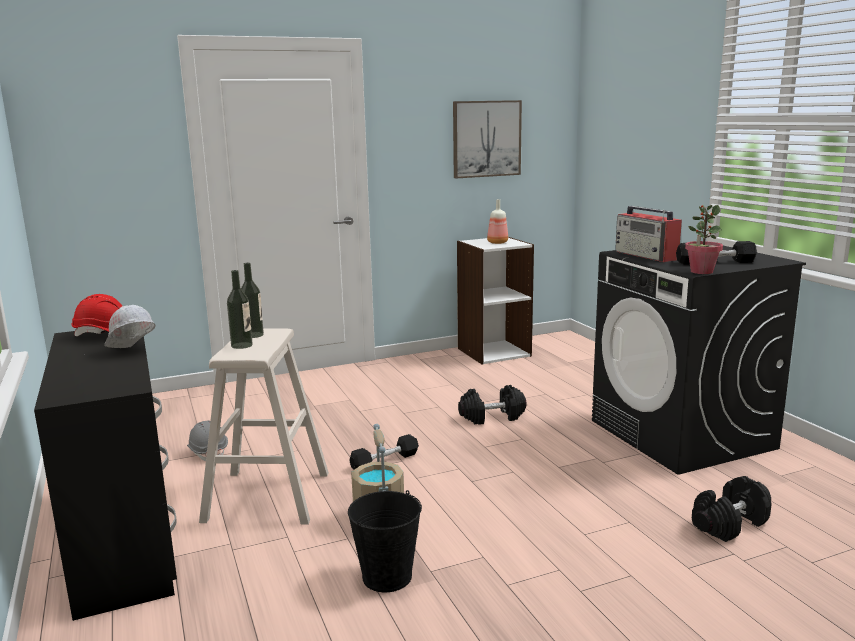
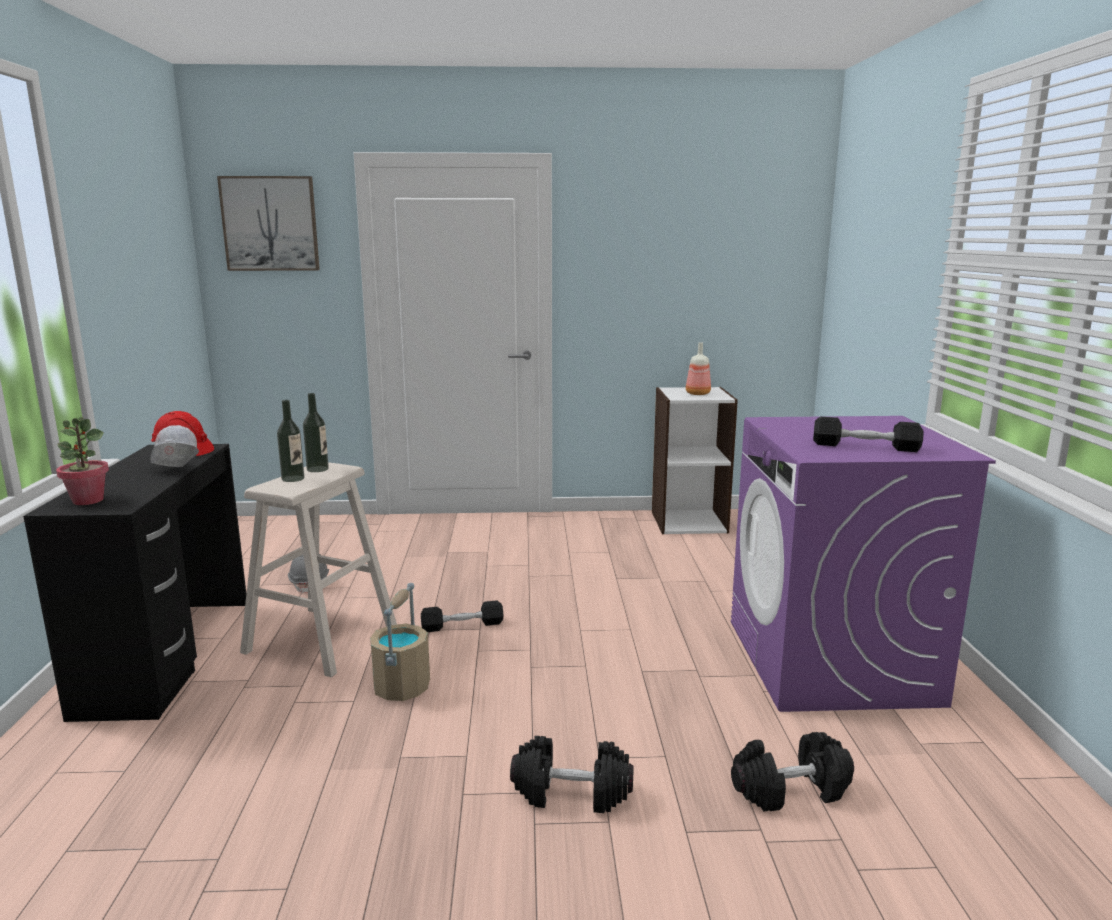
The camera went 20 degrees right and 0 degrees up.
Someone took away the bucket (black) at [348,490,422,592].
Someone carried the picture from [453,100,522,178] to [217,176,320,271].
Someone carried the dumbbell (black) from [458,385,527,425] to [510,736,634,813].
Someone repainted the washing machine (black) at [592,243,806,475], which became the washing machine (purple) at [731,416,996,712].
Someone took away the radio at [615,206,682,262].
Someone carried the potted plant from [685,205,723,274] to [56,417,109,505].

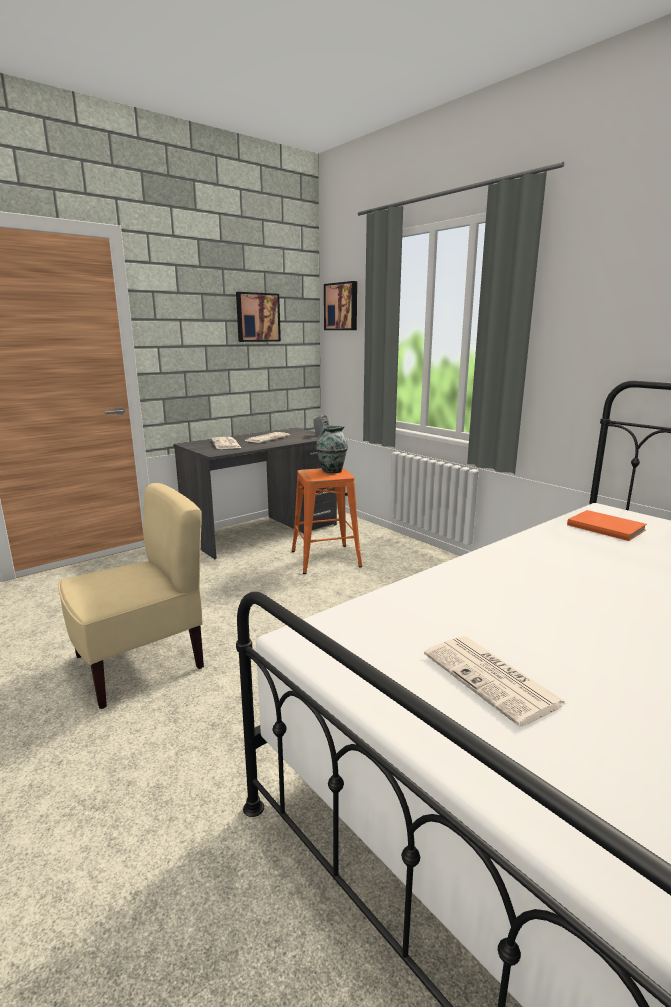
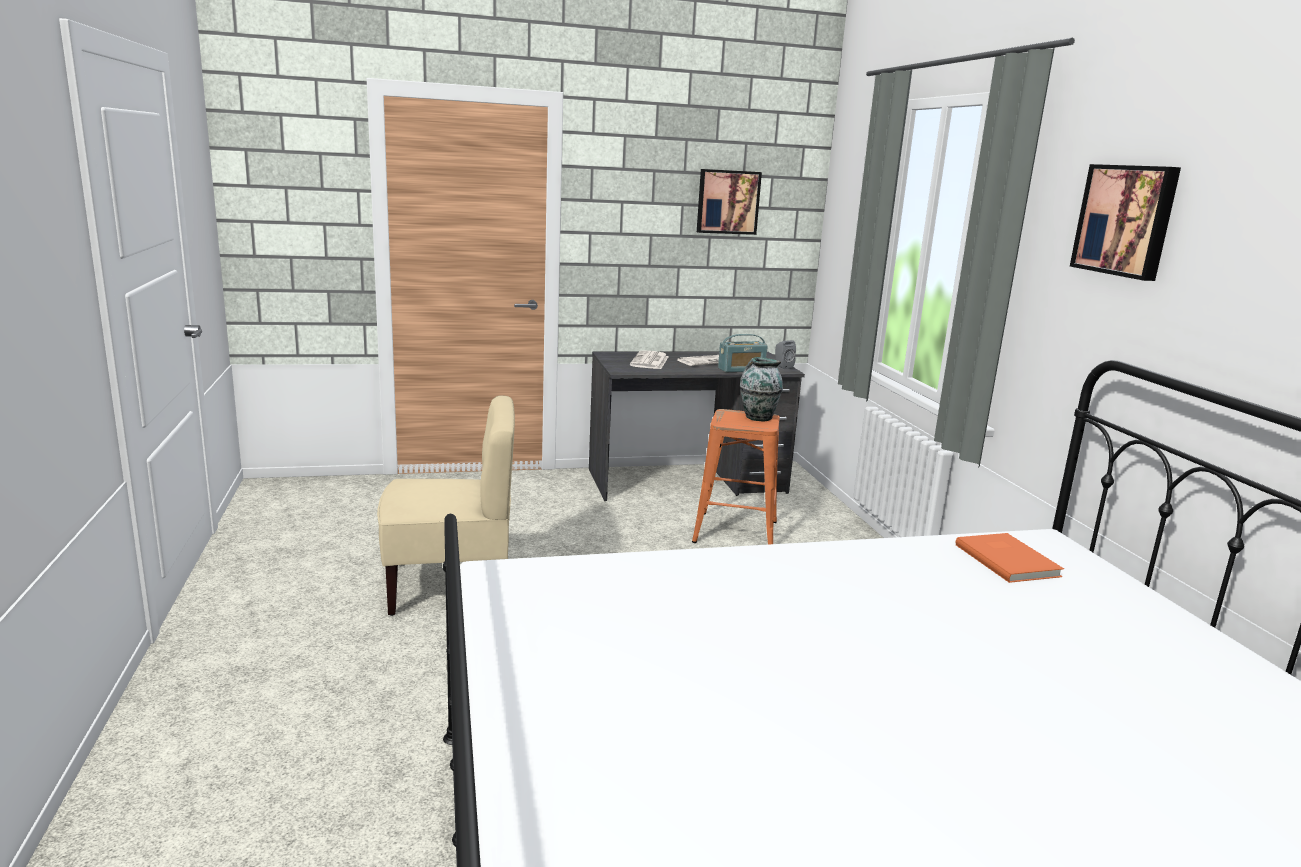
The camera went 25 degrees right and 0 degrees up.
Someone carried the picture from [324,281,357,330] to [1070,164,1181,281].
Someone took away the newspaper at [424,636,567,727].
Someone put down the radio at [718,334,768,372].

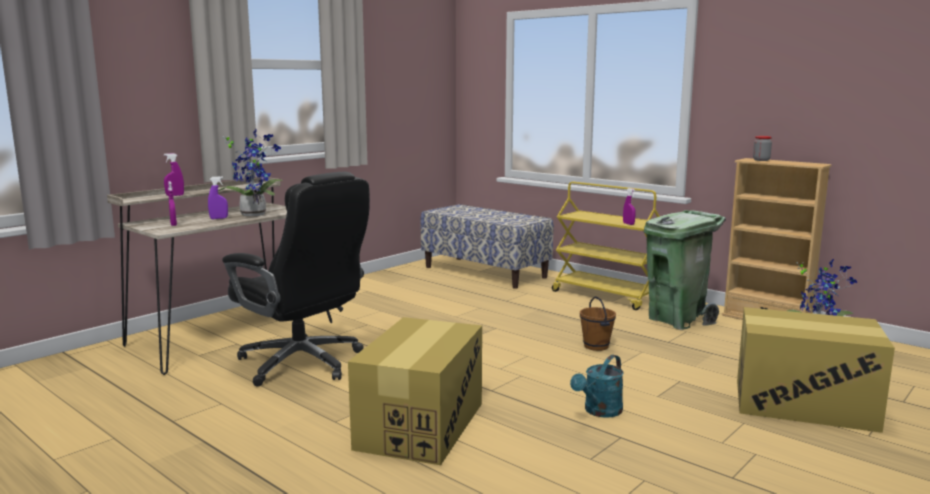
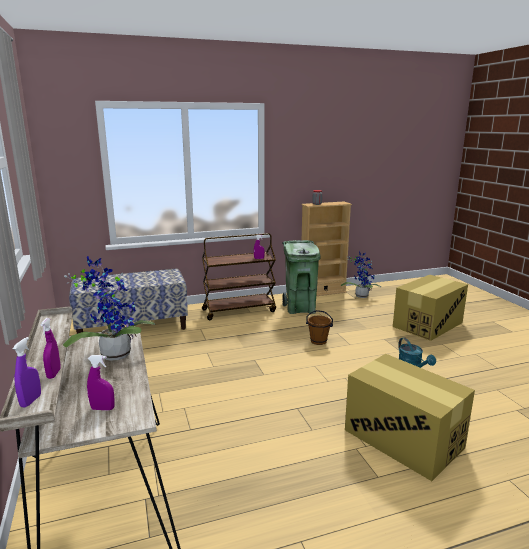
The camera went 60 degrees left and 5 degrees up.
Someone carried the spray bottle (purple) from [208,176,228,219] to [13,337,41,408].
Someone took away the office chair (black) at [222,172,370,387].
Someone repainted the cart (yellow) at [552,182,660,310], which became the cart (brown) at [202,233,276,320].

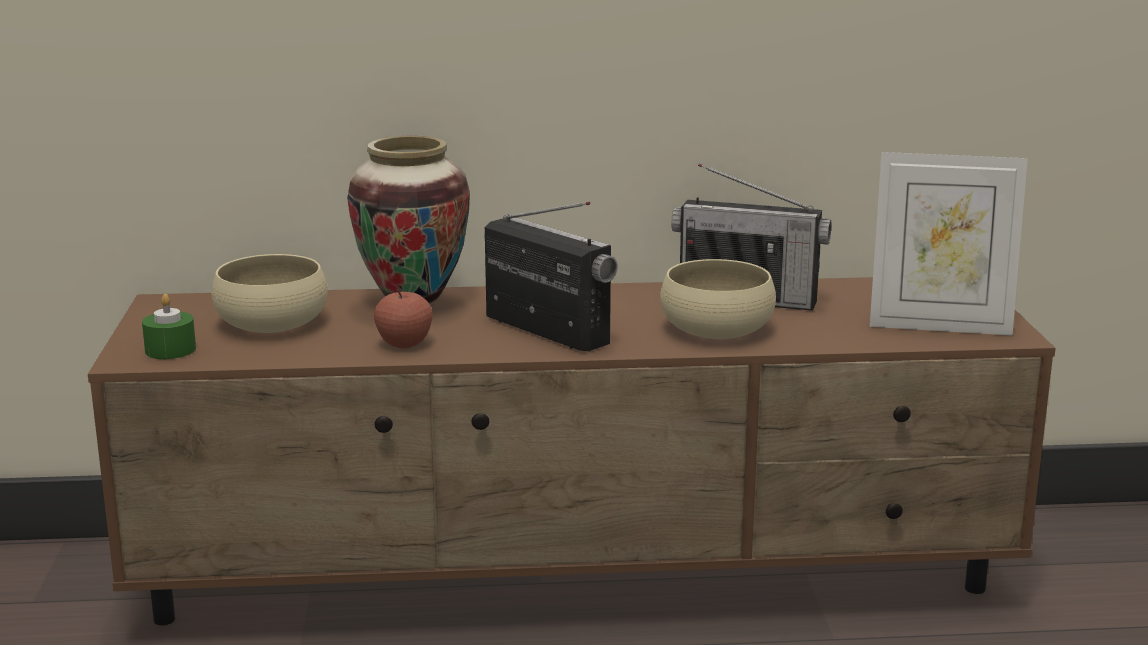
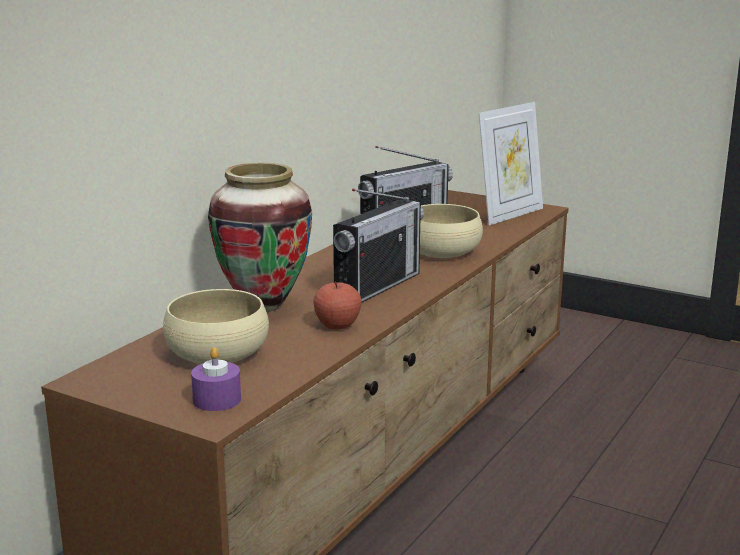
The camera went 55 degrees left and 0 degrees up.
Someone repainted the candle (green) at [142,294,196,359], which became the candle (purple) at [191,347,241,411].
Someone rotated the radio at [485,202,618,351] by 135 degrees clockwise.

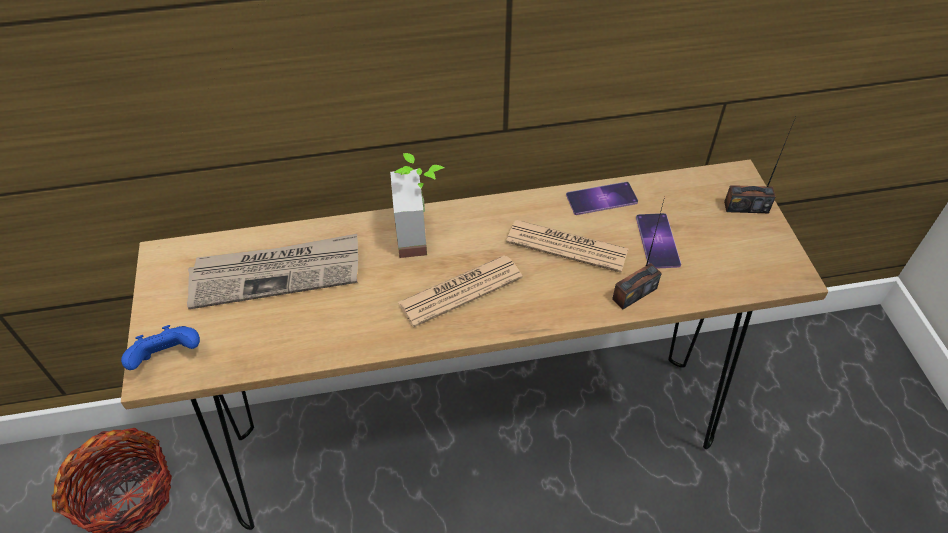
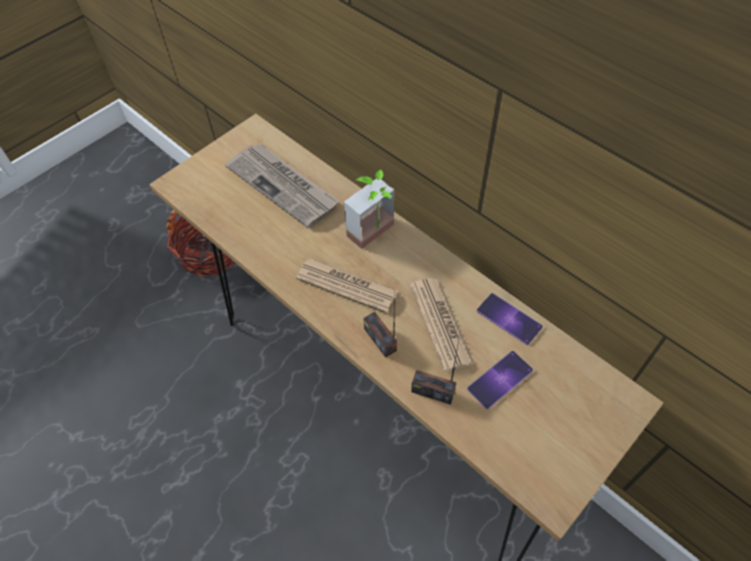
The camera went 55 degrees right and 5 degrees up.
Someone took away the game controller (blue) at [121,325,200,370].
Someone carried the radio from [724,117,796,213] to [363,289,397,358].

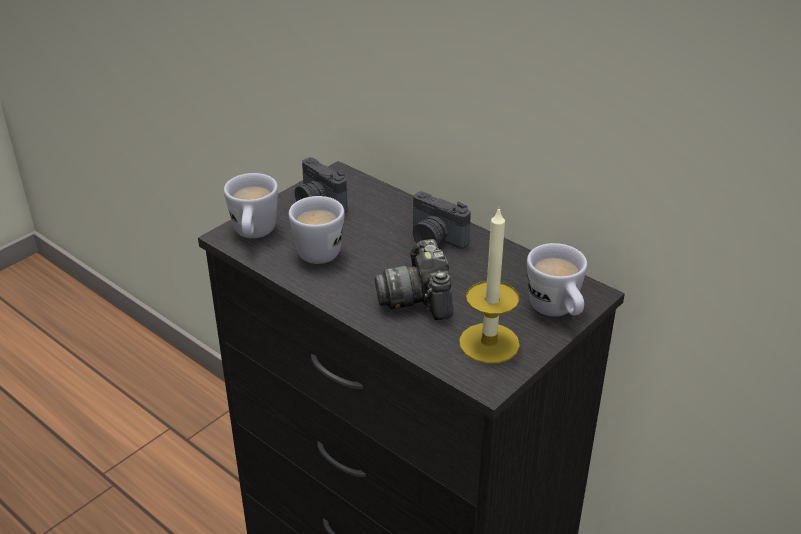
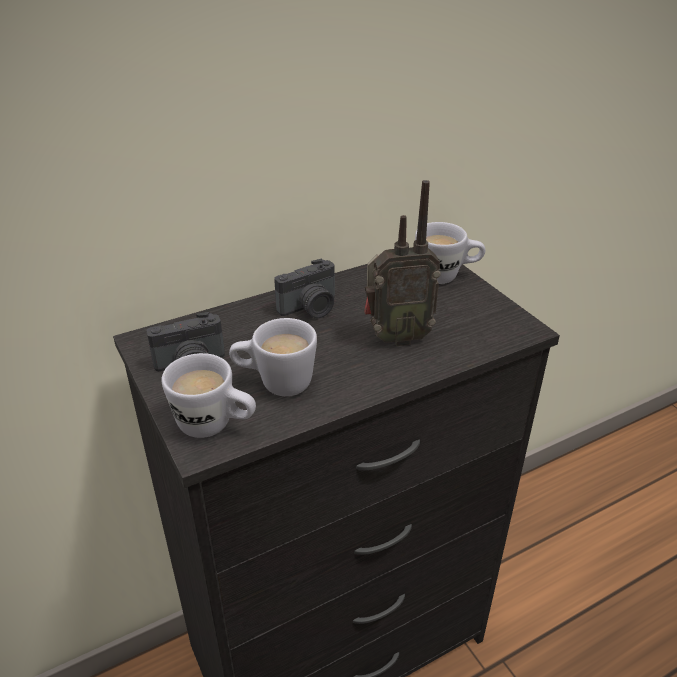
The camera went 70 degrees left and 0 degrees up.
Someone swapped the photo camera at [375,239,453,320] for the radio at [364,180,441,346].
Someone took away the candle at [459,209,520,364].

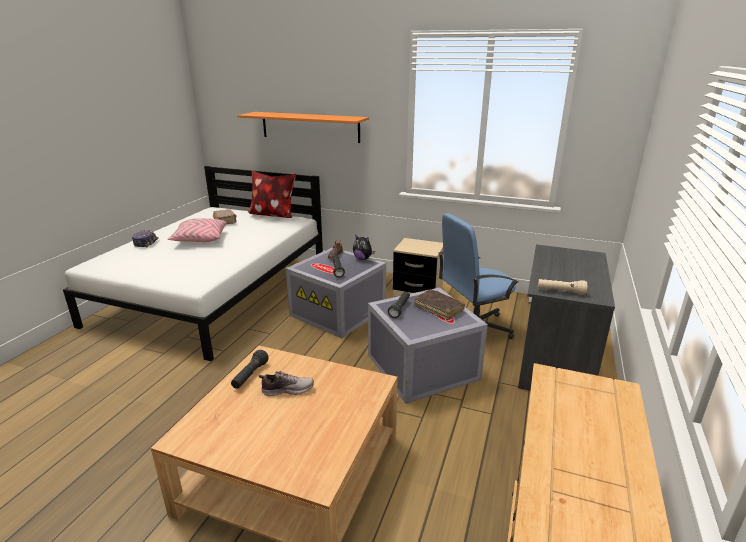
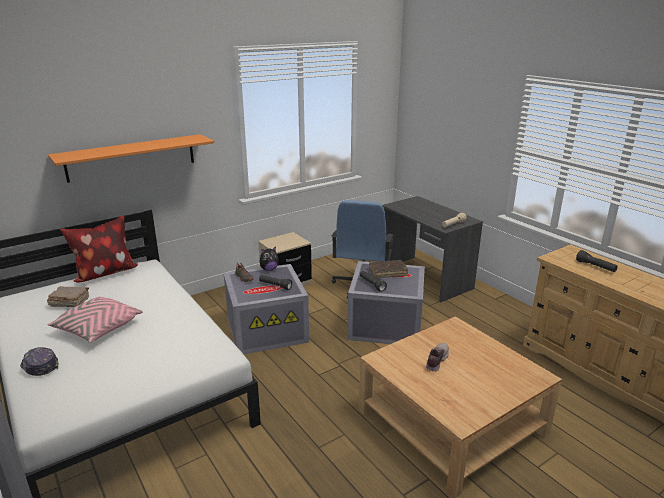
The camera went 55 degrees left and 0 degrees up.
Someone carried the flashlight (black) from [231,350,269,389] to [576,250,618,272].

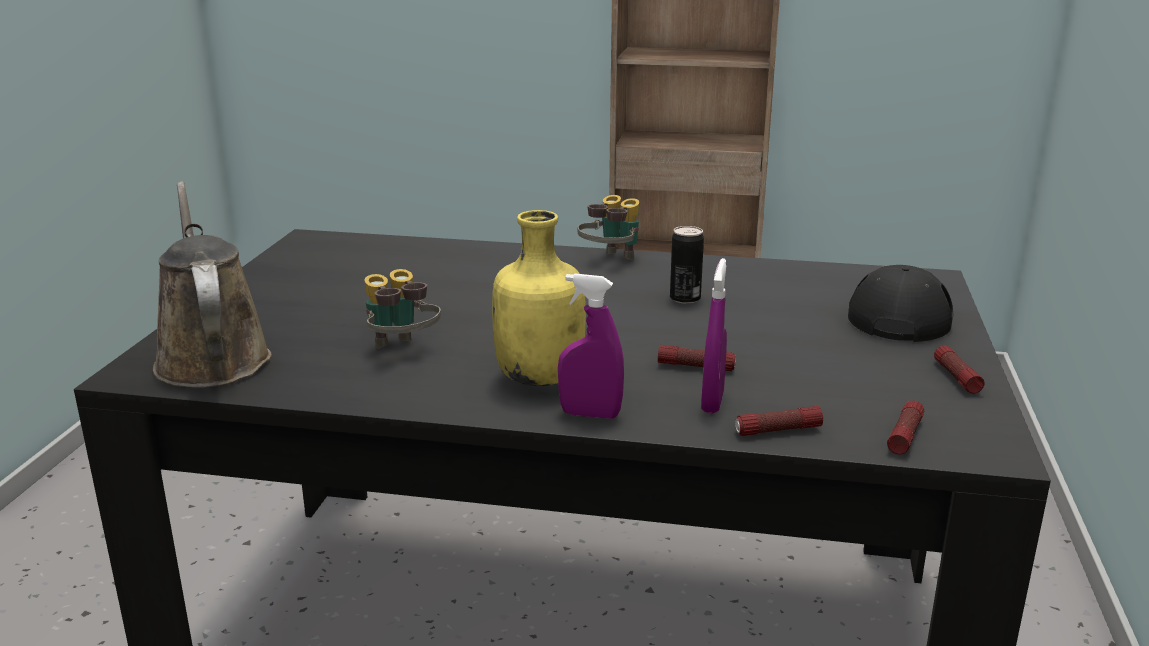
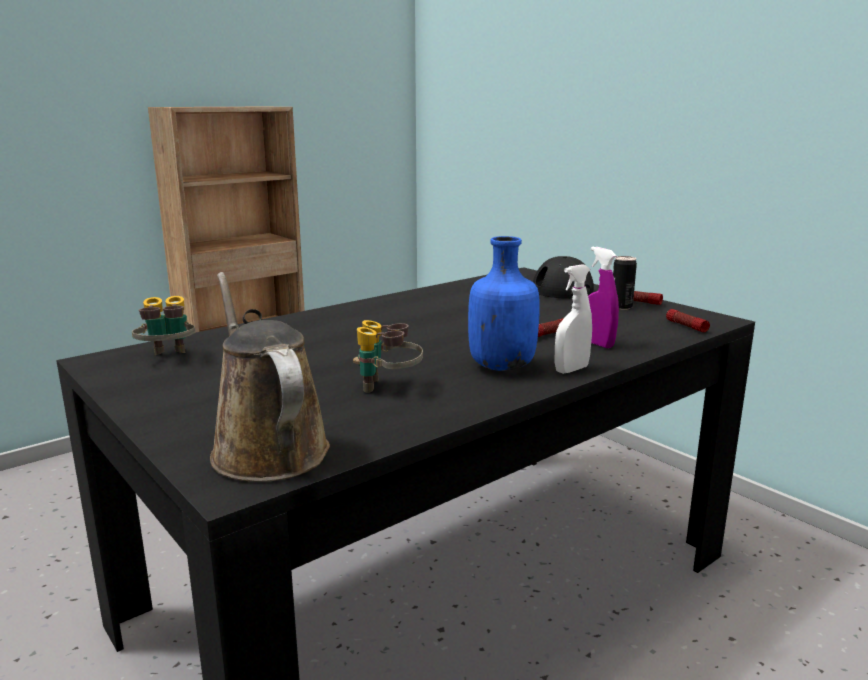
The camera went 50 degrees left and 5 degrees down.
Someone rotated the watering can (brown) at [153,182,272,387] by 45 degrees clockwise.
Someone repainted the bottle (yellow) at [492,210,586,386], which became the bottle (blue) at [468,236,540,371].
Someone repainted the spray bottle (purple) at [558,273,624,419], which became the spray bottle (white) at [555,264,592,374].
Someone carried the binoculars from [578,195,639,260] to [132,296,196,355].
Someone carried the can from [670,226,704,304] to [613,256,637,310].
Someone took away the flashlight at [735,406,823,436].

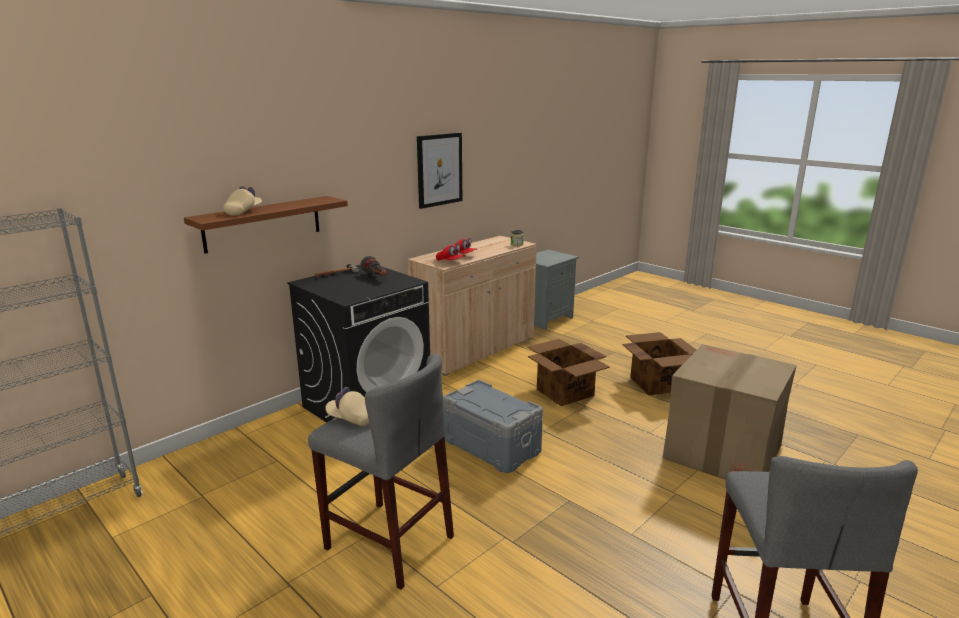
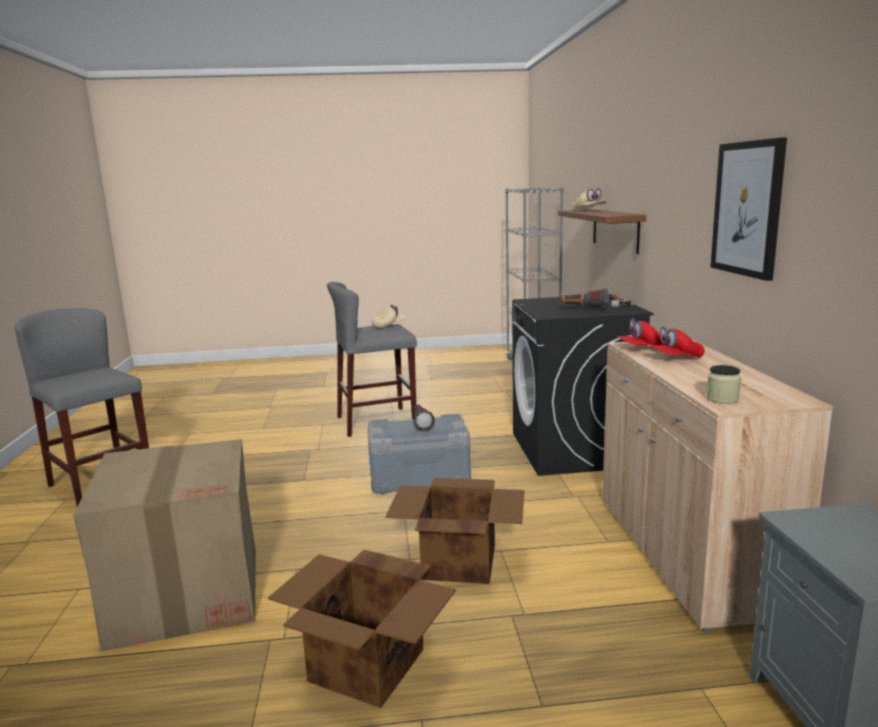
The camera went 130 degrees right and 5 degrees down.
Someone put down the flashlight at [413,405,435,431].

